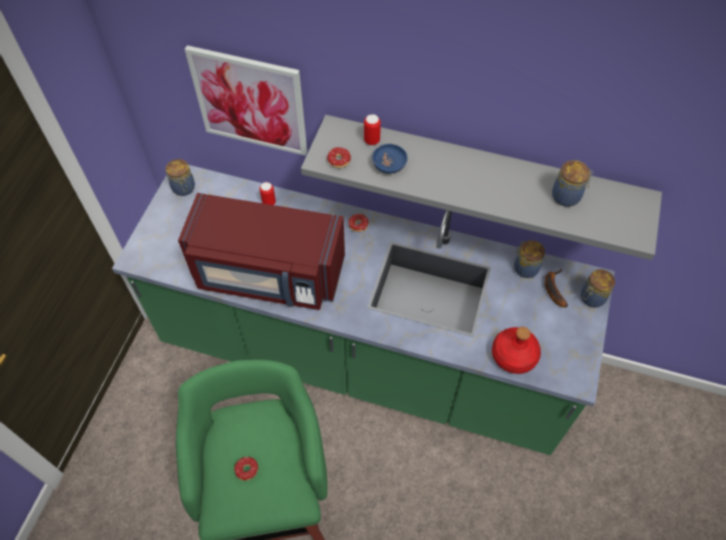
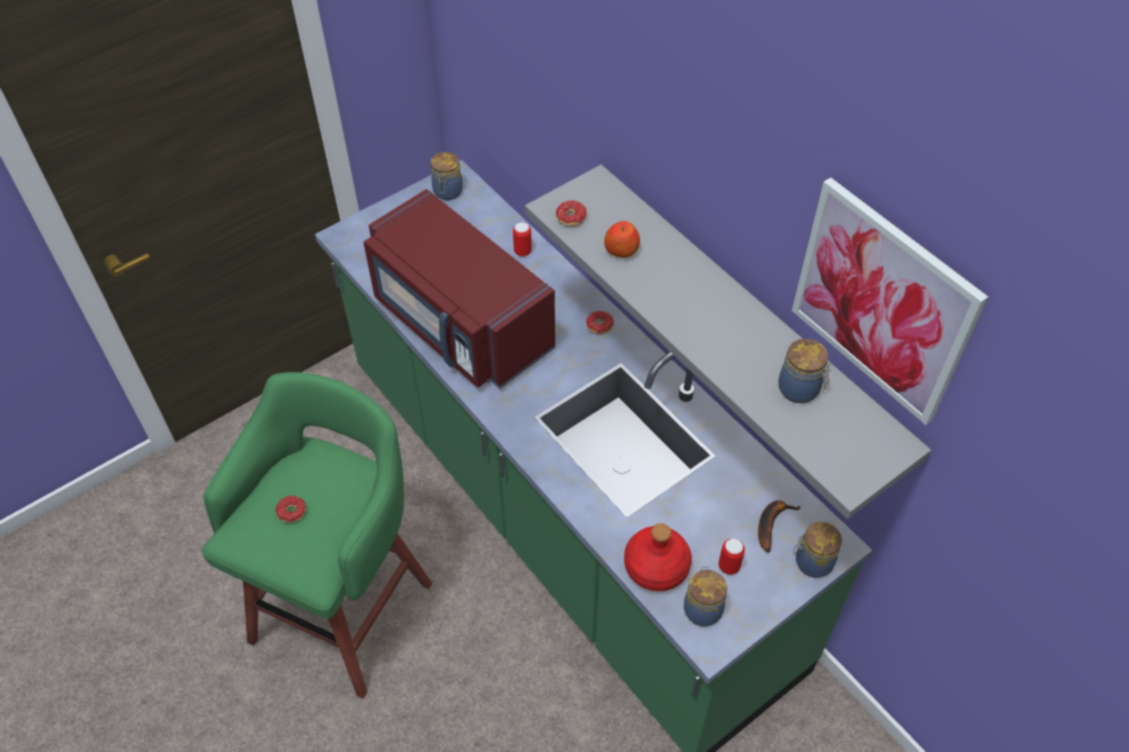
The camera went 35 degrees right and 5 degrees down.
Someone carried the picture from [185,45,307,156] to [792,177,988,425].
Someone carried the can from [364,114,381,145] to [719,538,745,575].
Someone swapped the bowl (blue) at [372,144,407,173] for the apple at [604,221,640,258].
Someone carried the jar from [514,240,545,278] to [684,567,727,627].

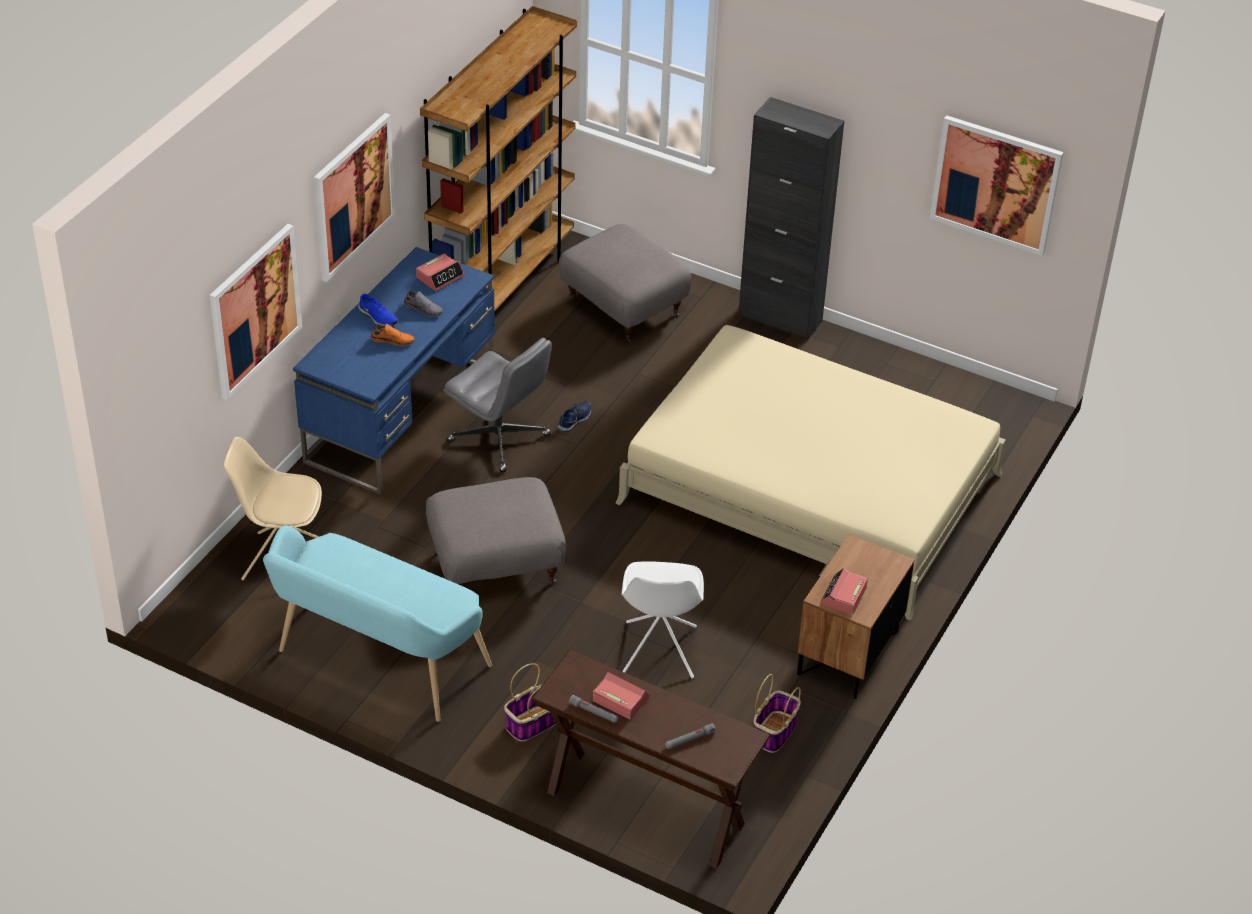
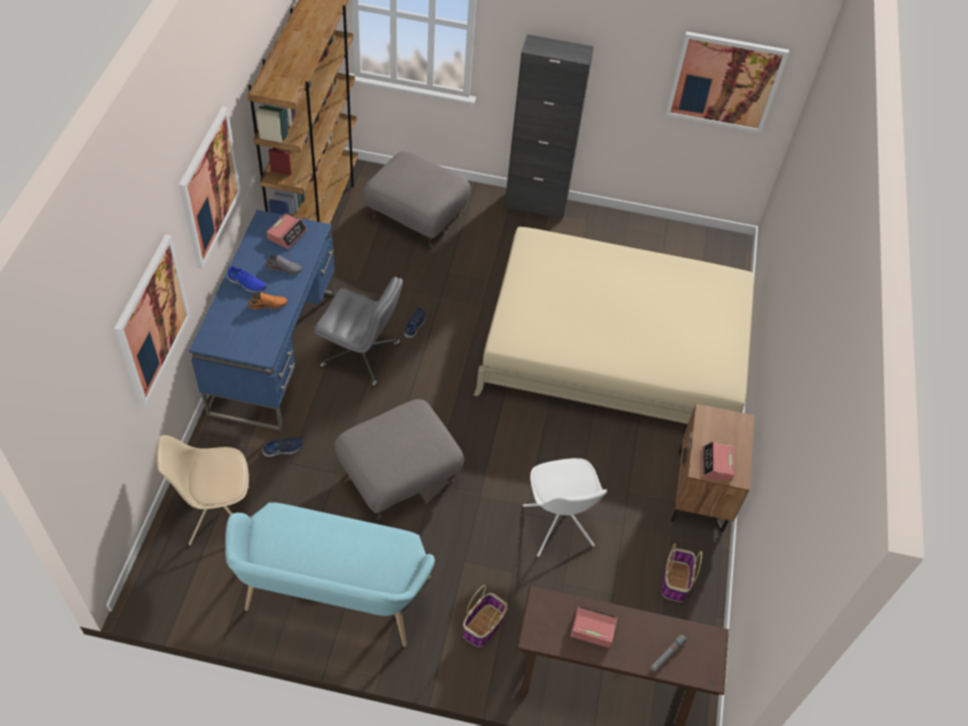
The camera went 20 degrees left and 10 degrees up.
Someone took away the flashlight (grey) at [569,695,619,723].
Someone put down the shoe (blue) at [262,437,304,457].

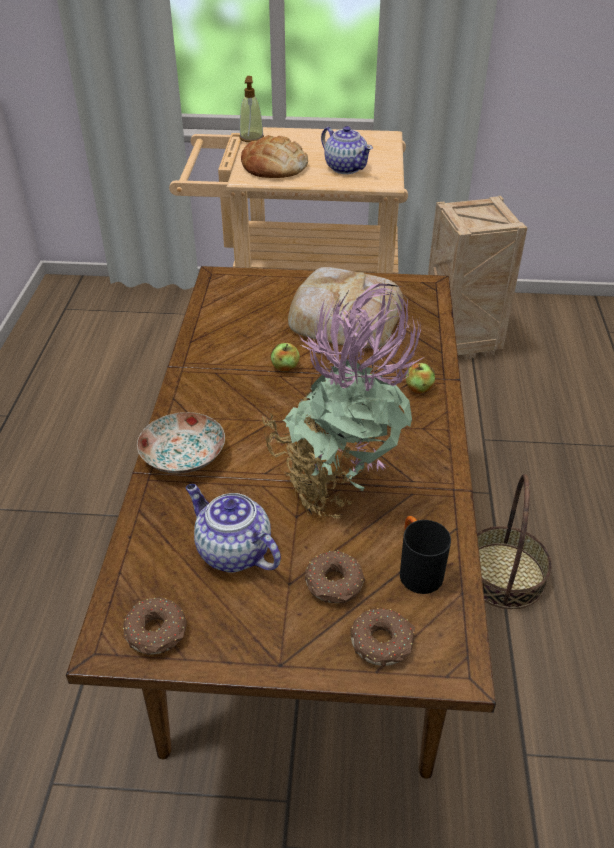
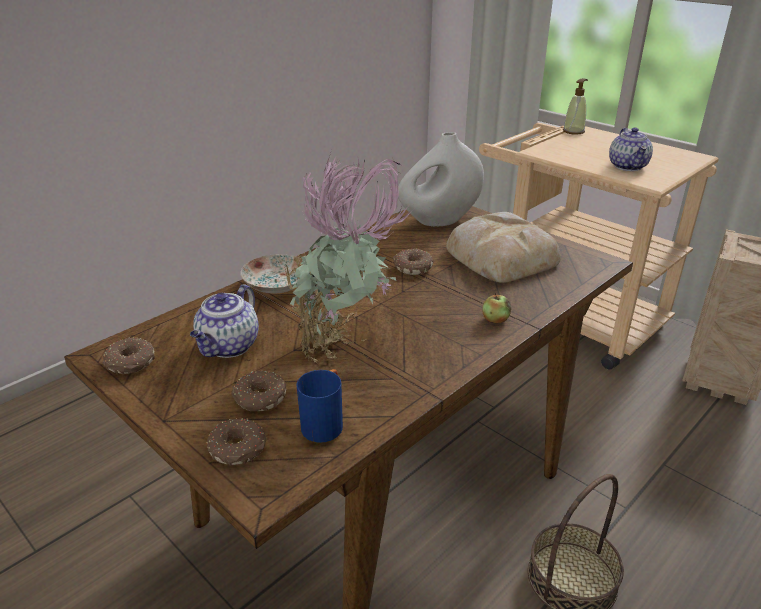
The camera went 40 degrees right and 10 degrees down.
Someone rotated the teapot at [186,484,281,573] by 150 degrees counterclockwise.
Someone took away the bread at [241,135,308,178].
Someone swapped the apple at [271,343,300,372] for the donut at [393,248,434,275].
Someone repainted the mug (black) at [400,516,451,594], which became the mug (blue) at [297,369,343,443].
Someone put down the vase (white) at [398,132,484,227].

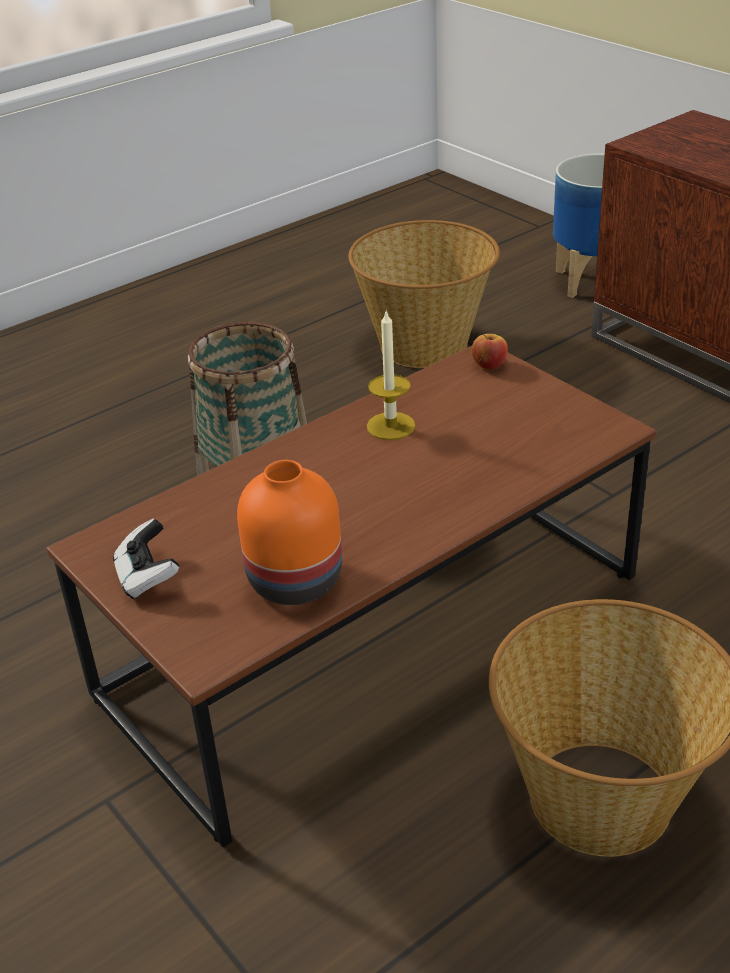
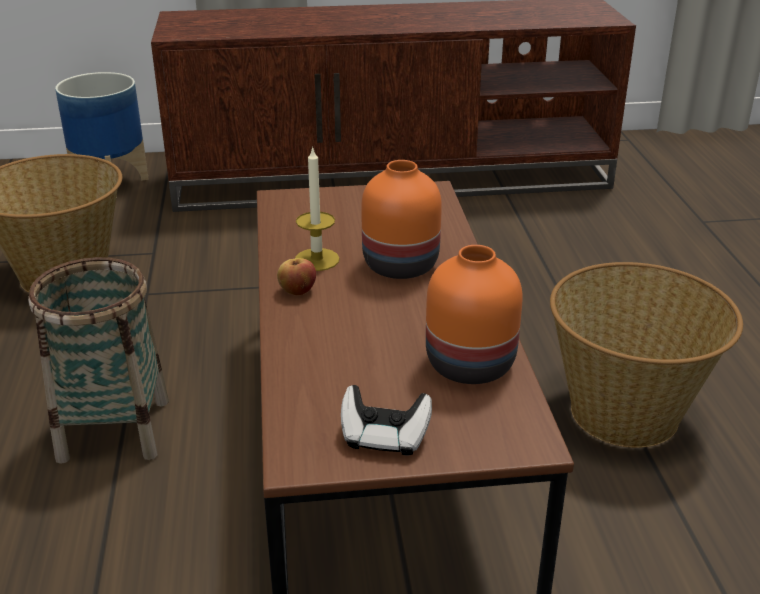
The camera went 60 degrees left and 5 degrees down.
Someone carried the apple from [472,334,508,370] to [277,258,316,295].
Someone put down the vase (orange) at [361,160,442,279].

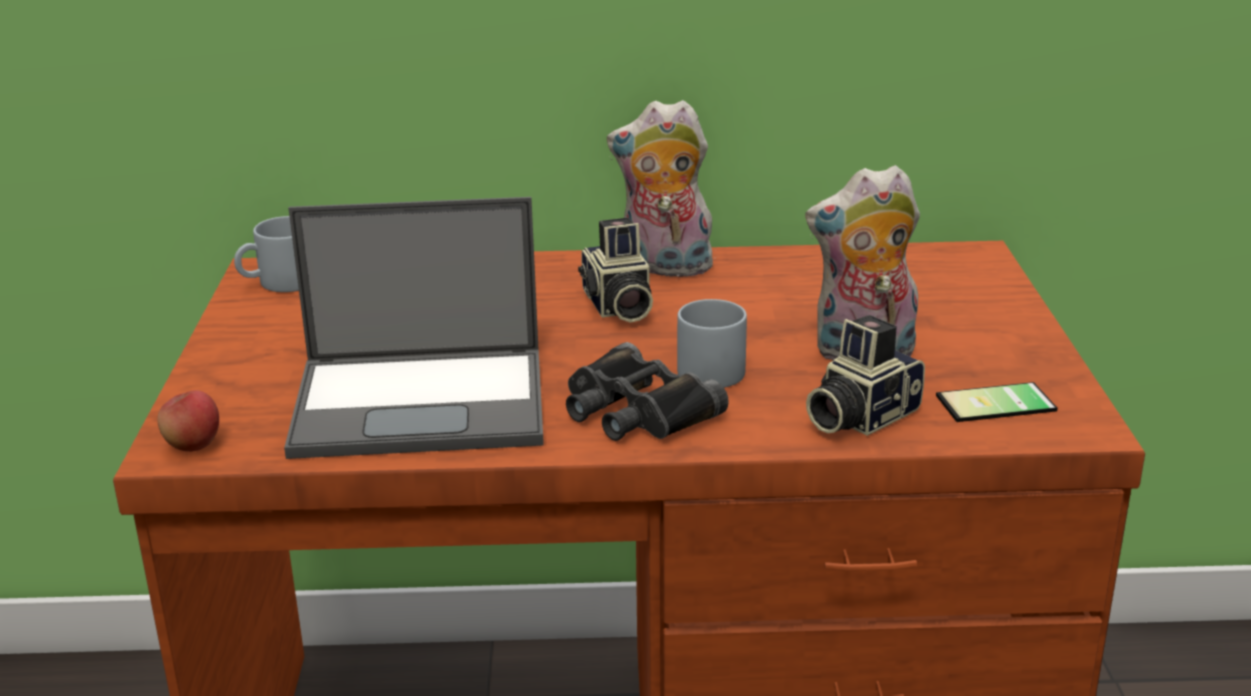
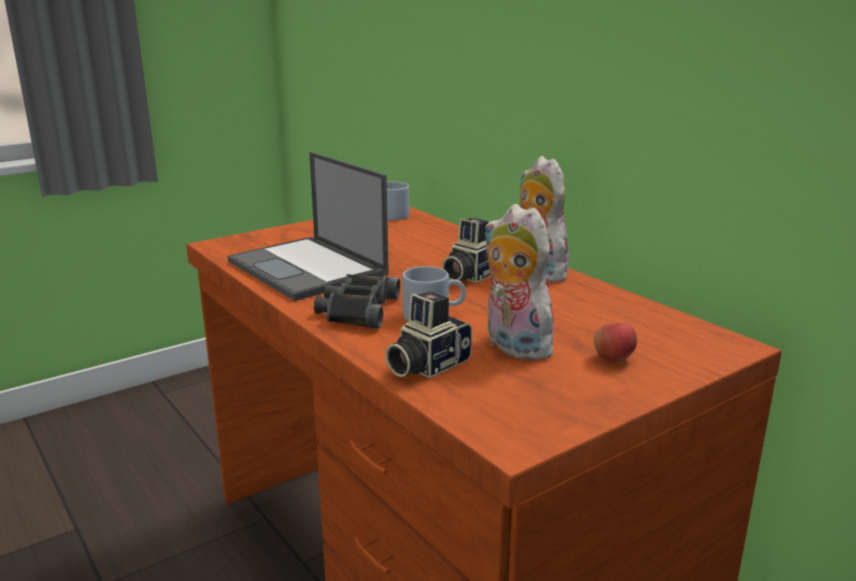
The camera went 55 degrees right and 5 degrees down.
Someone carried the apple from [157,390,219,452] to [594,323,637,363].
Someone rotated the photo camera at [806,315,925,436] by 60 degrees counterclockwise.
Someone took away the phone at [936,382,1058,422].

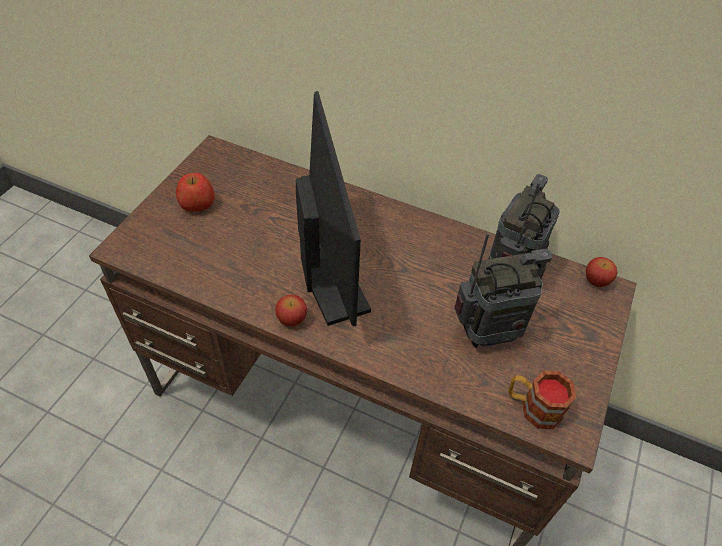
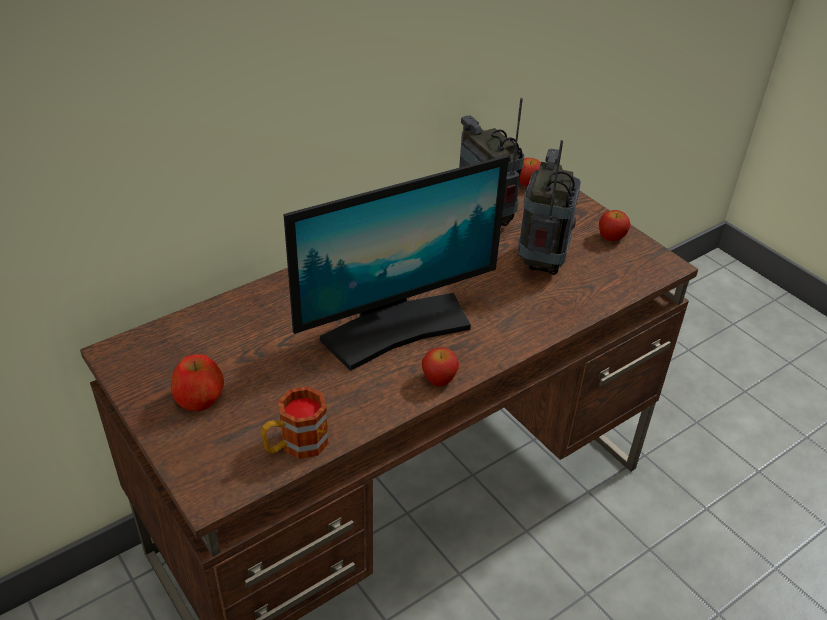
The camera went 60 degrees left and 10 degrees down.
Someone rotated the monitor at [296,91,371,326] by 135 degrees clockwise.
Someone carried the mug from [509,371,576,429] to [261,386,329,459].
Someone put down the apple at [599,210,630,241].

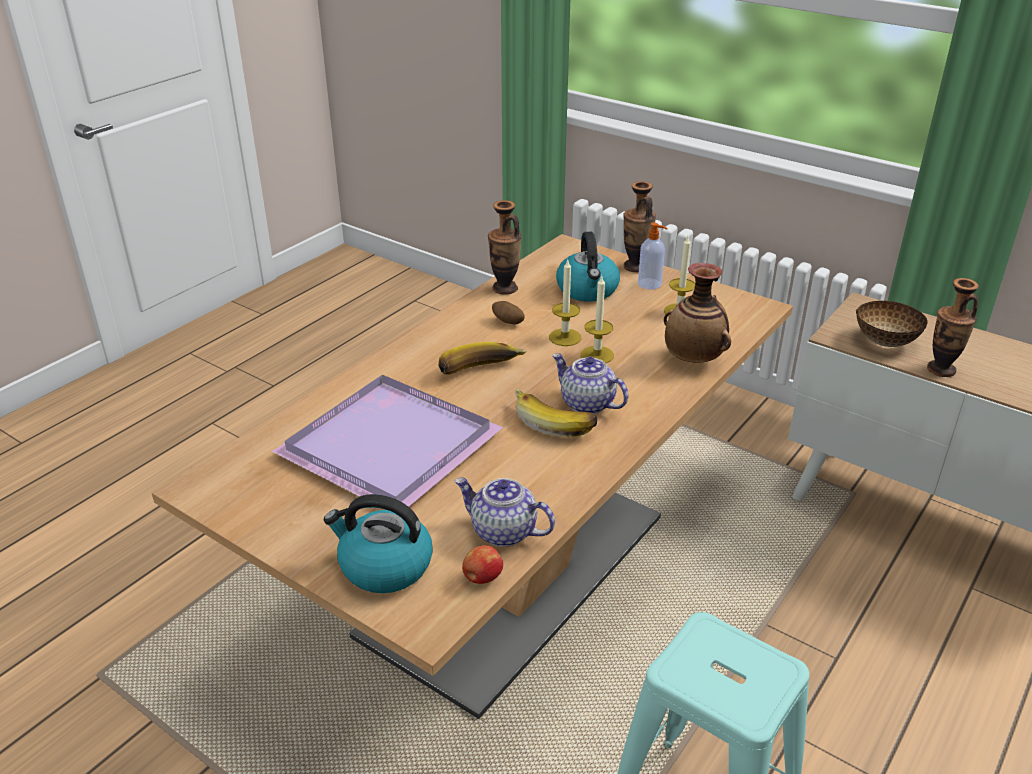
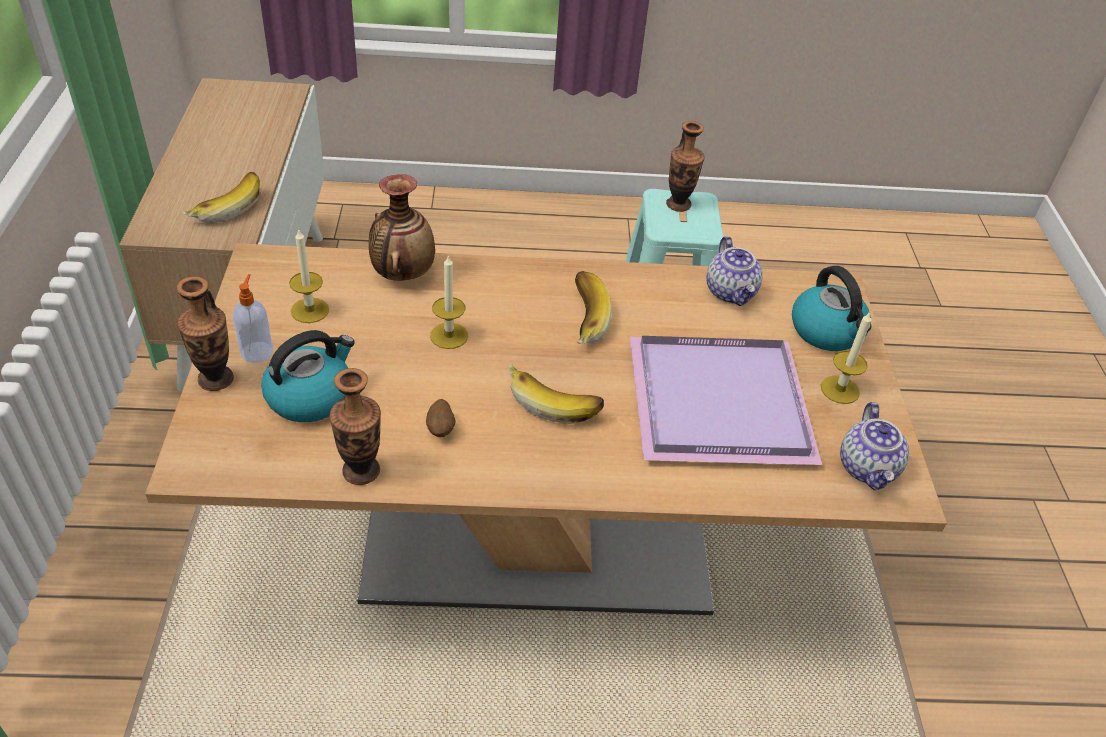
The camera went 130 degrees left and 10 degrees up.
Someone took away the apple at [462,545,503,584].
Someone carried the candle from [549,260,581,346] to [821,312,871,404].
Someone carried the teapot from [552,353,629,414] to [840,402,909,490].
Someone swapped the bowl at [856,301,928,347] for the banana at [182,172,260,223].
Someone carried the vase from [927,278,979,377] to [666,121,705,212].

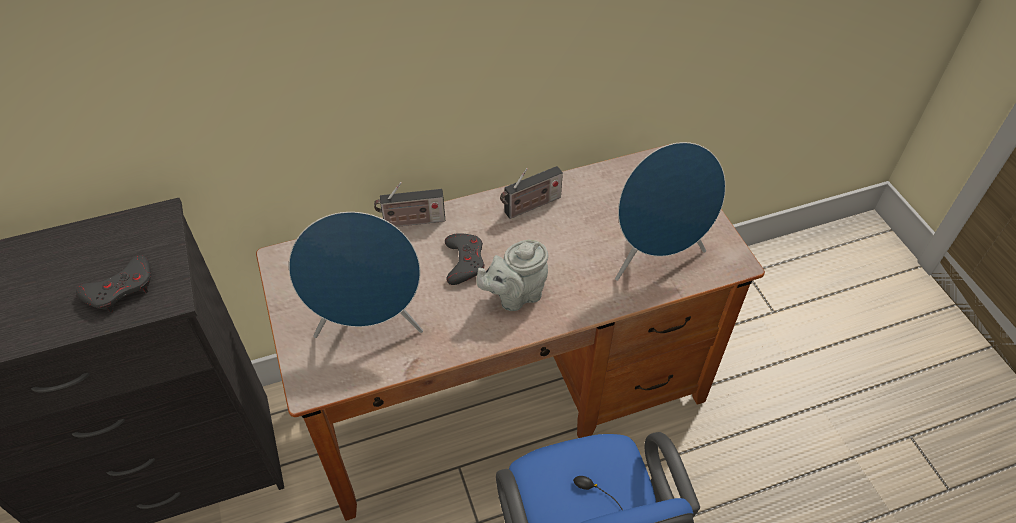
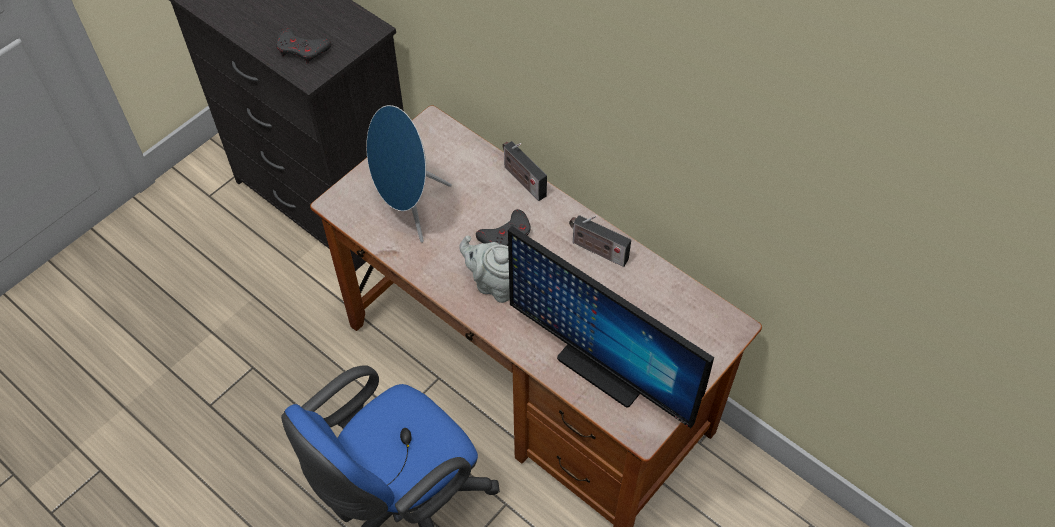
The camera went 60 degrees right and 5 degrees up.
Someone swapped the speaker (blue) at [615,142,726,281] for the monitor at [508,226,714,428].

